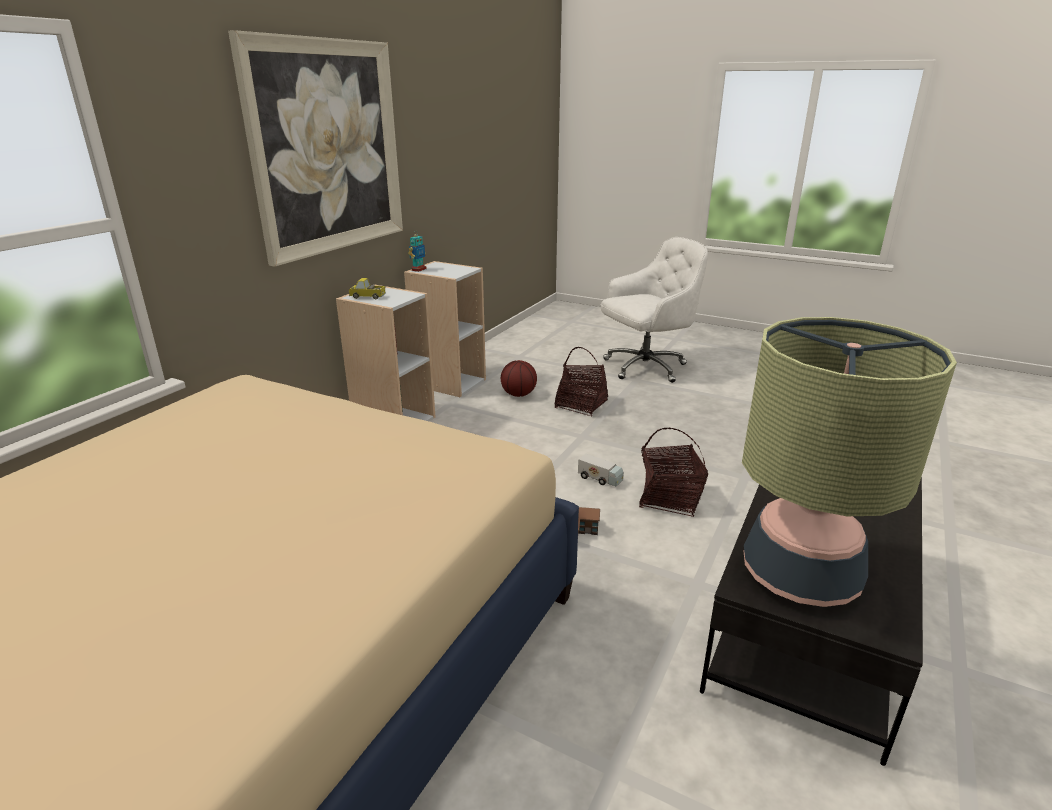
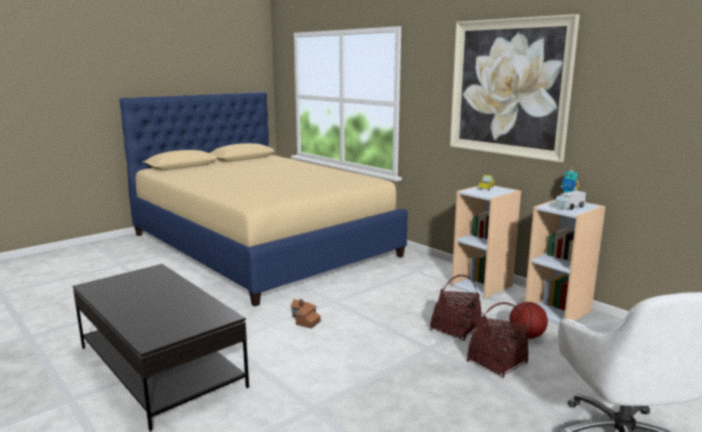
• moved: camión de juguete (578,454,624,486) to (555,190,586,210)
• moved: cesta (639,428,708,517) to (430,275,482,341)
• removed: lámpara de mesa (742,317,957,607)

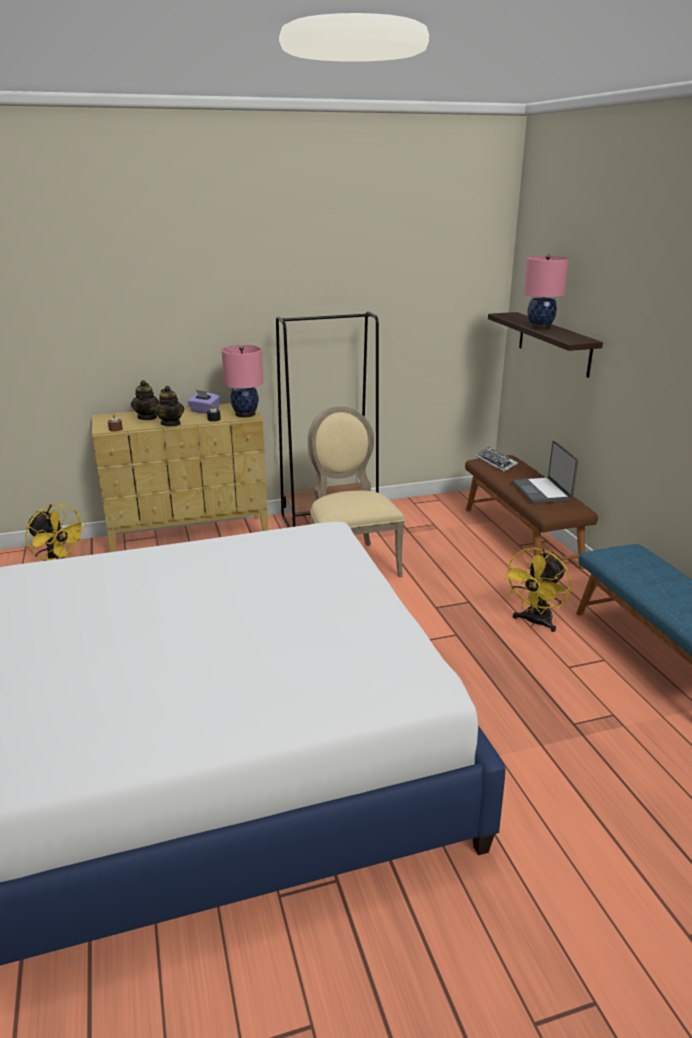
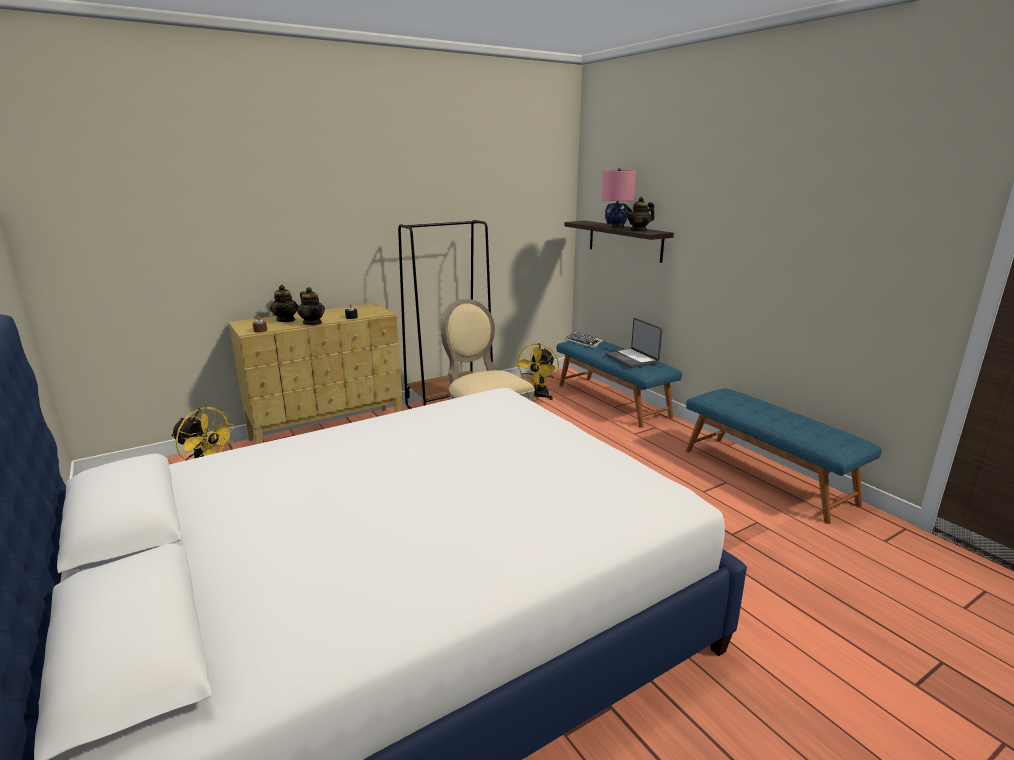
• removed: caja de pañuelos (morado) (187,390,220,414)
• removed: lámpara de mesa (rosa) (221,345,263,417)
• recoloured: banco (marrón) (465,455,598,569) to banco (azul) (557,341,682,428)
• moved: ventilador (amarillo) (502,548,571,632) to (515,343,559,400)
• added: tetera (626,197,655,231)

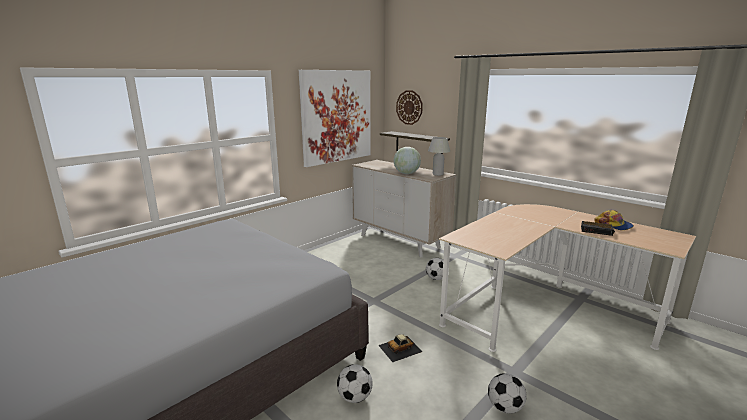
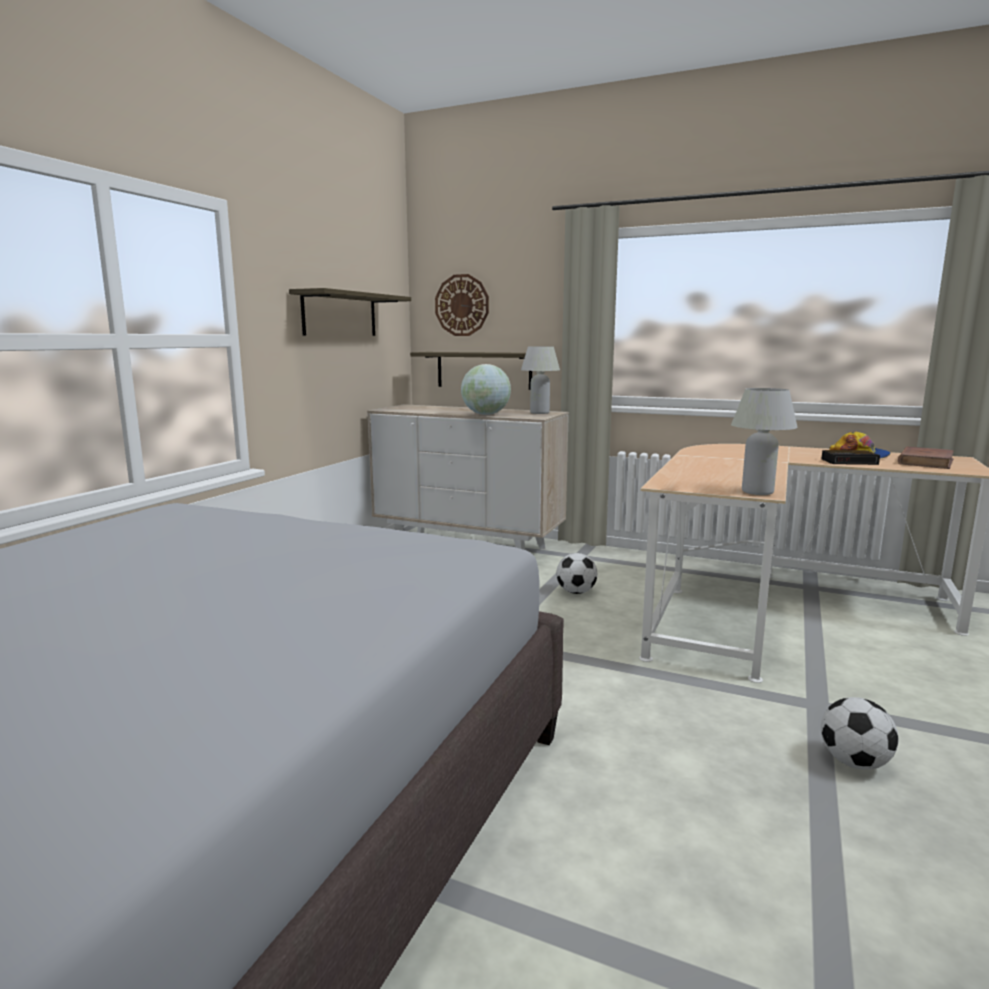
• replaced: cuadro (299,70,371,167) to estante (289,288,411,336)
• removed: balón de fútbol (337,364,373,403)
• removed: coche de juguete (378,334,423,362)
• added: lámpara de mesa (blanco) (731,388,798,495)
• added: libro (marrón) (898,447,954,469)

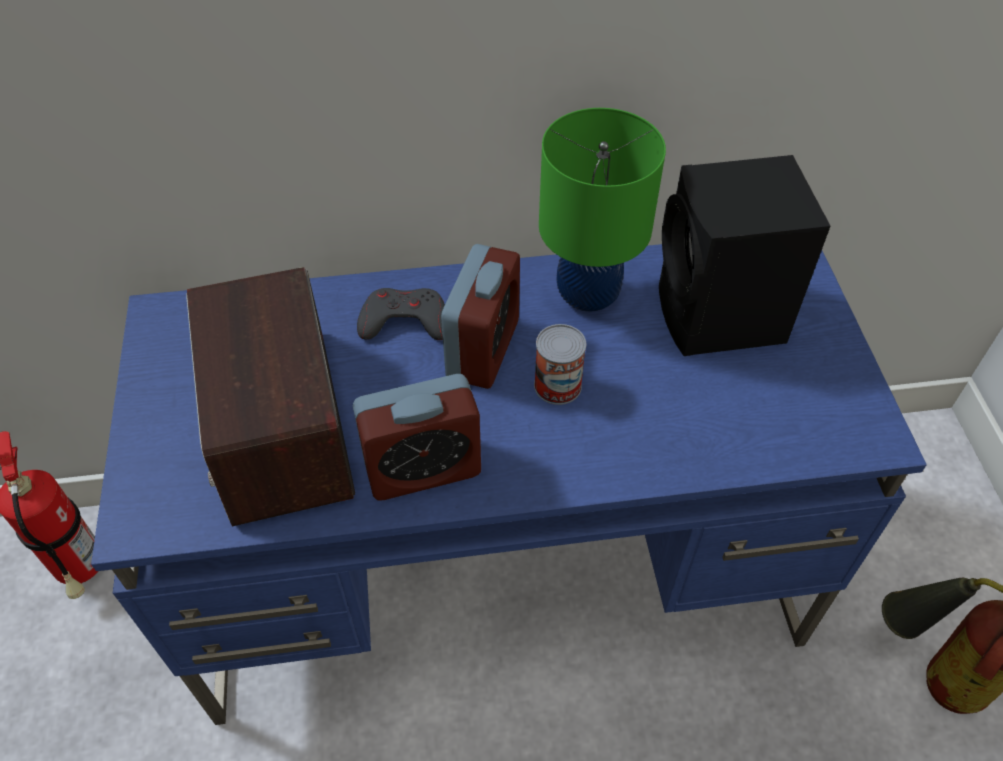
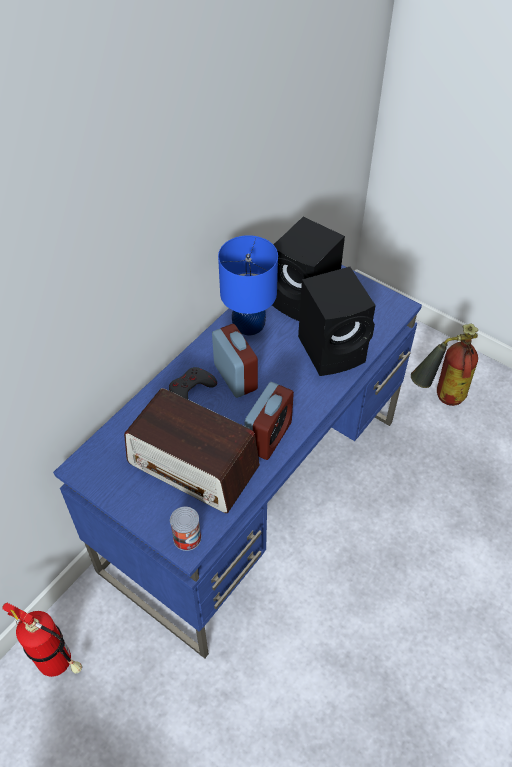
• moved: lata (534,324,586,405) to (170,507,201,551)
• recoloured: lámpara de mesa (verde) (539,108,666,312) to lámpara de mesa (azul) (218,235,278,336)
• added: altavoz (negro) (298,267,376,376)

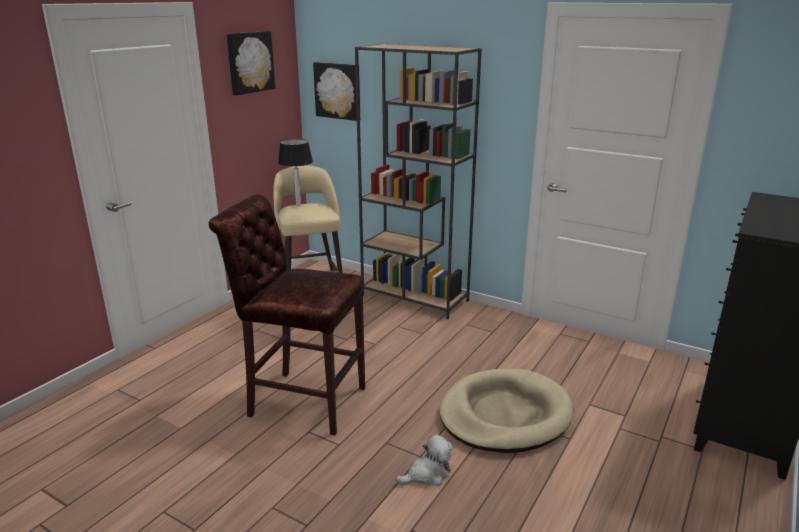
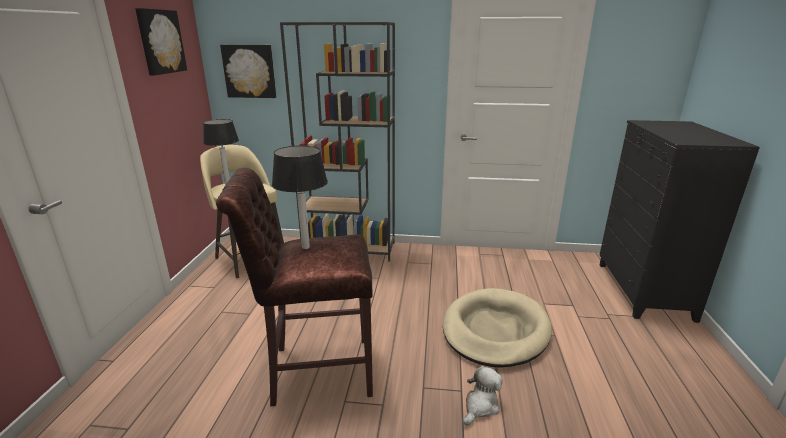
• added: lámpara de mesa (272,146,328,249)

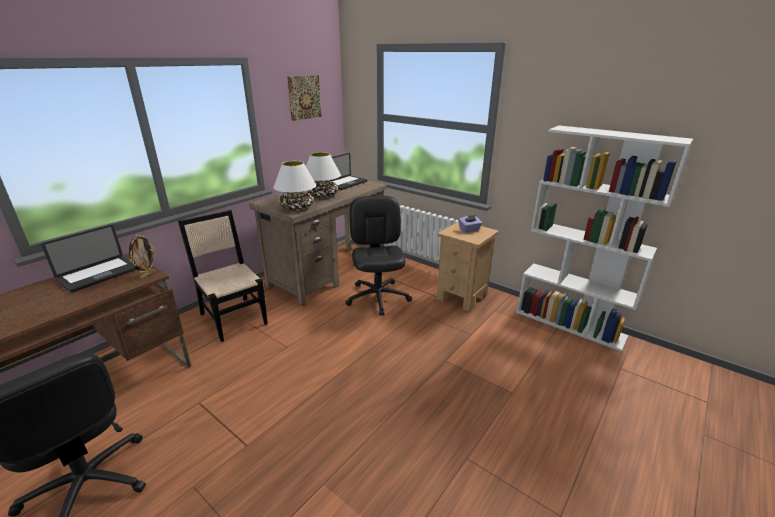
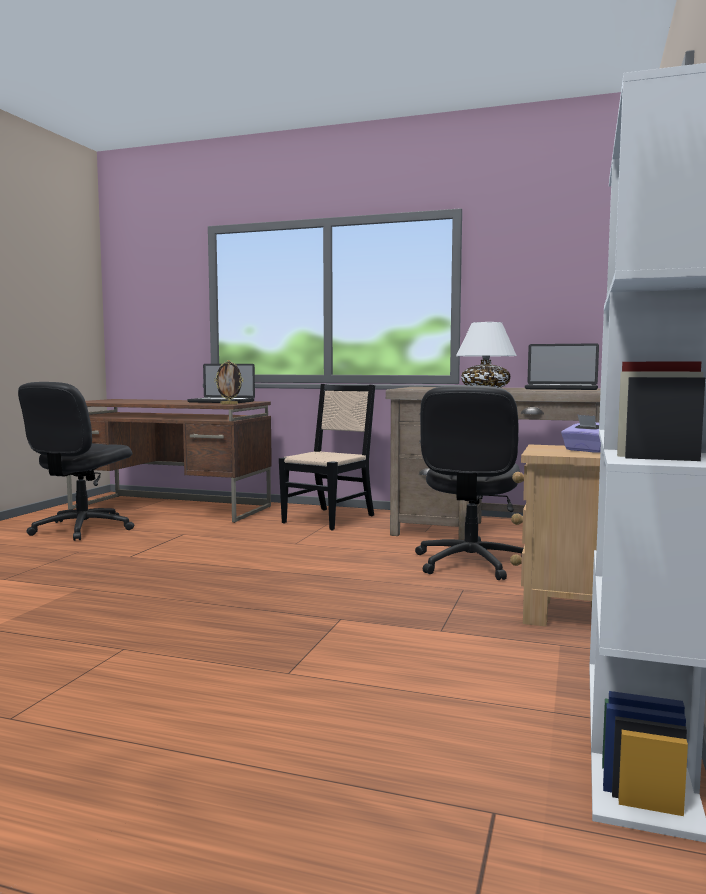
• removed: lámpara de mesa (blanco) (273,161,316,210)
• removed: cuadro (287,75,322,121)
• turned: silla de oficina (negro) (345,195,412,316) = (415,385,523,580) 135 degrees clockwise

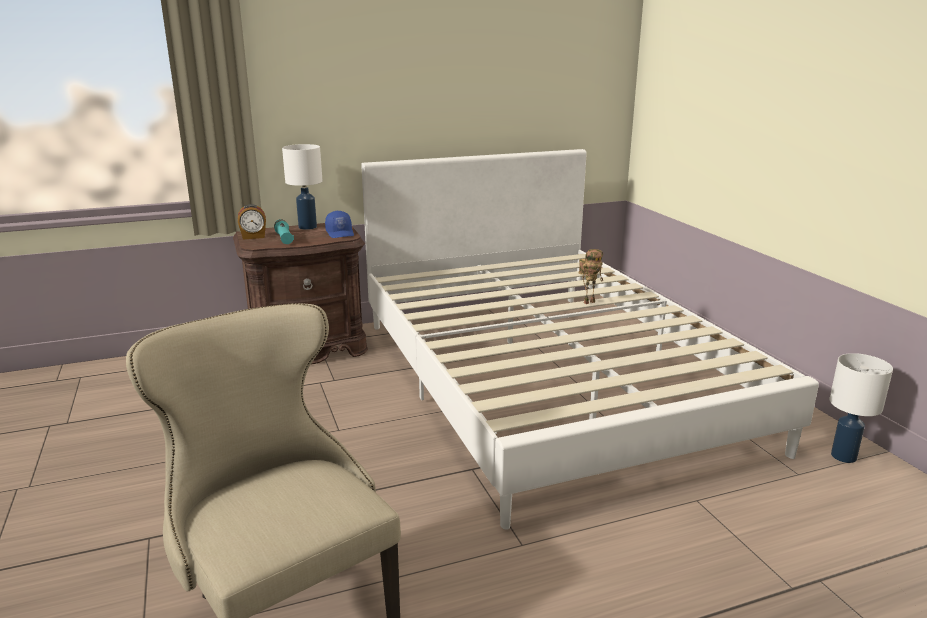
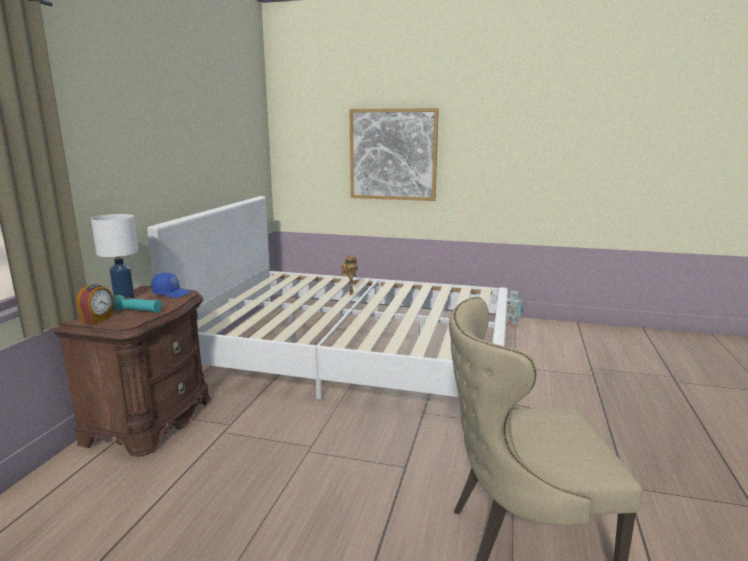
• replaced: lámpara de mesa (blanco) (830,353,893,463) to robot de juguete (506,291,523,328)
• added: cuadro (349,108,439,201)

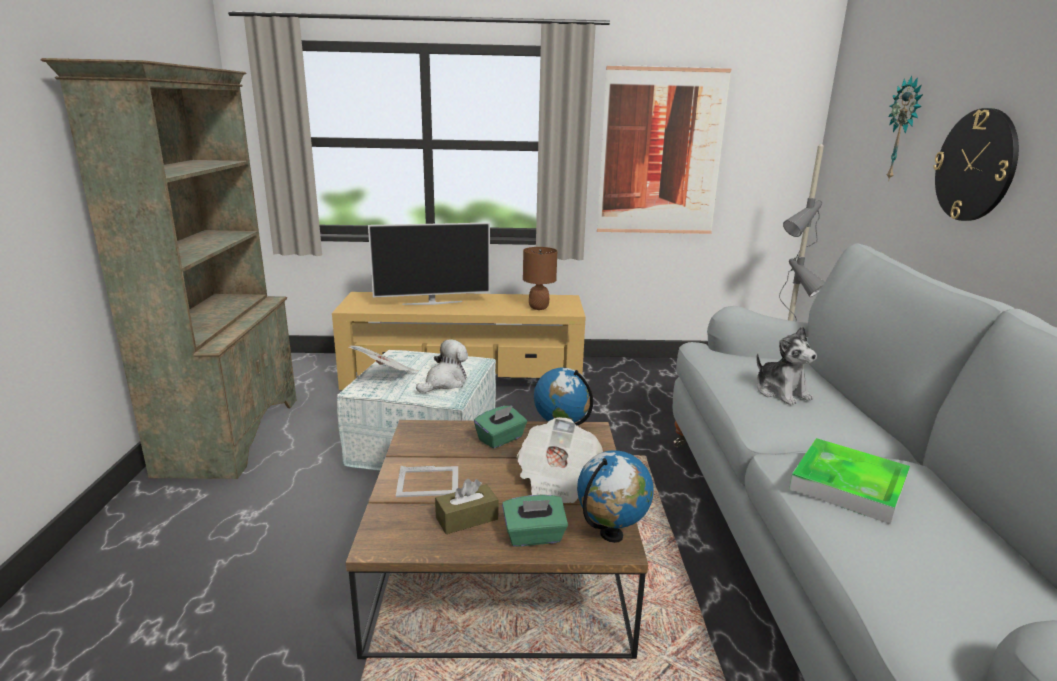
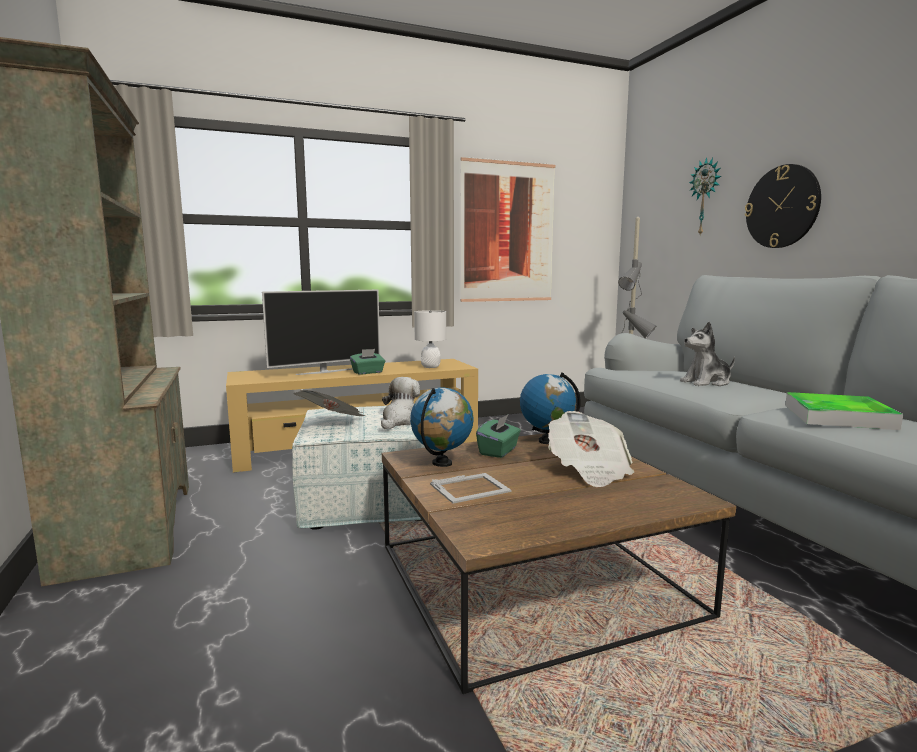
• removed: caja de pañuelos (marrón) (435,479,498,534)
• moved: caja de pañuelos (verde) (502,495,568,547) to (350,349,385,374)
• recoloured: lámpara de mesa (marrón) (523,247,557,310) to lámpara de mesa (blanco) (414,310,446,368)
• moved: globo terráqueo (577,450,654,543) to (410,387,473,467)
• turned: peluche (757,326,817,405) = (680,321,735,386) 120 degrees clockwise

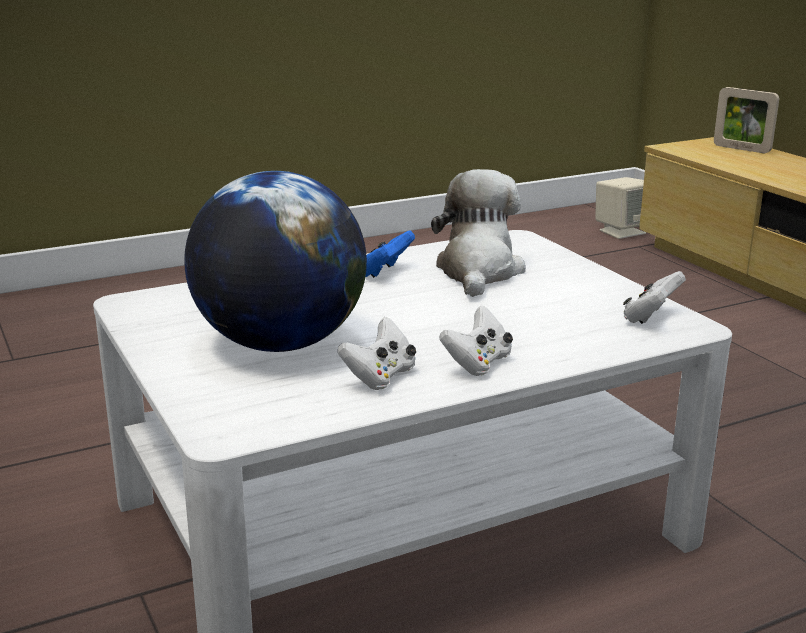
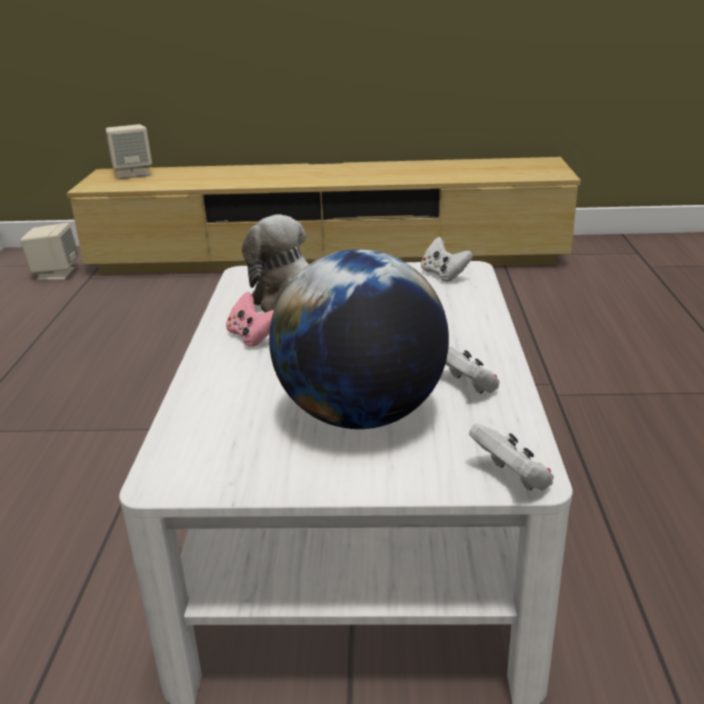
• recoloured: mando de consola (azul) (365,230,415,278) to mando de consola (rosa) (226,292,274,347)
• moved: mando de consola (blanco) (439,305,513,376) to (469,424,554,491)
• replaced: portarretratos (714,87,779,153) to altavoz (beis) (106,124,152,179)

